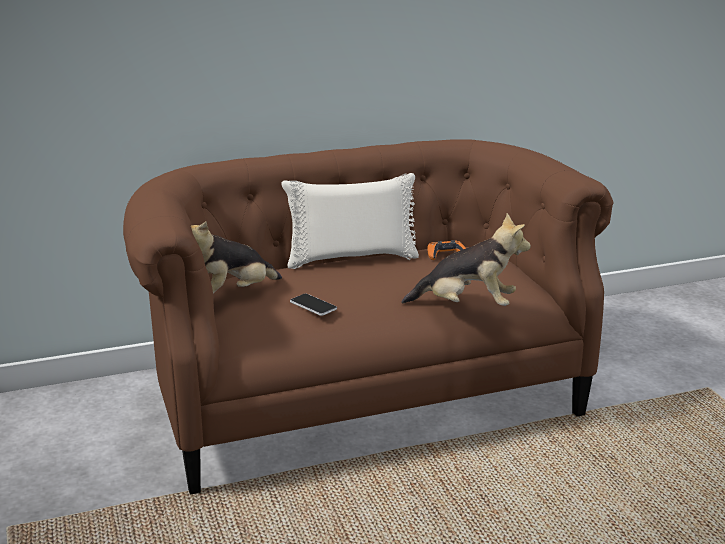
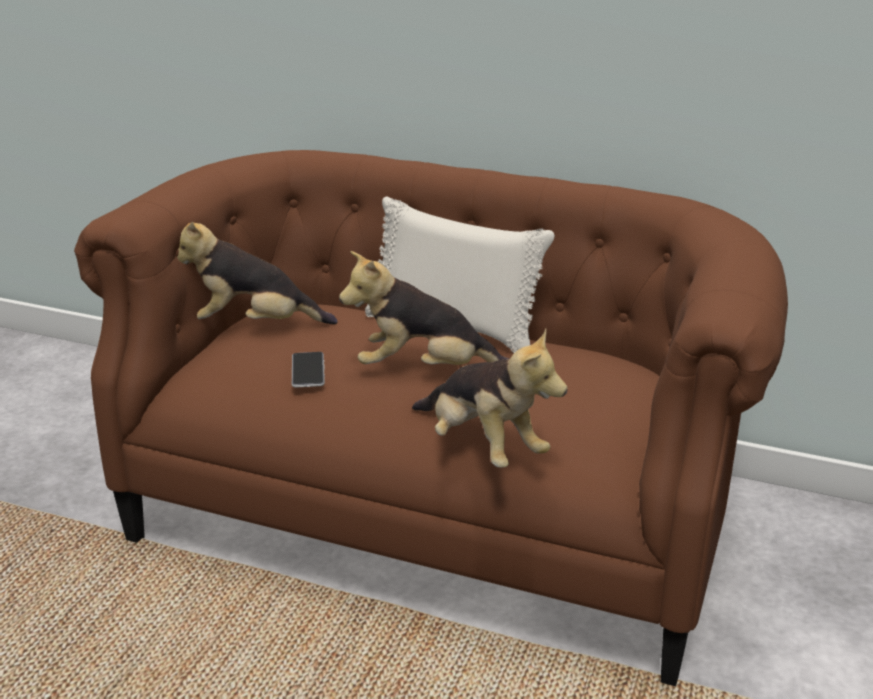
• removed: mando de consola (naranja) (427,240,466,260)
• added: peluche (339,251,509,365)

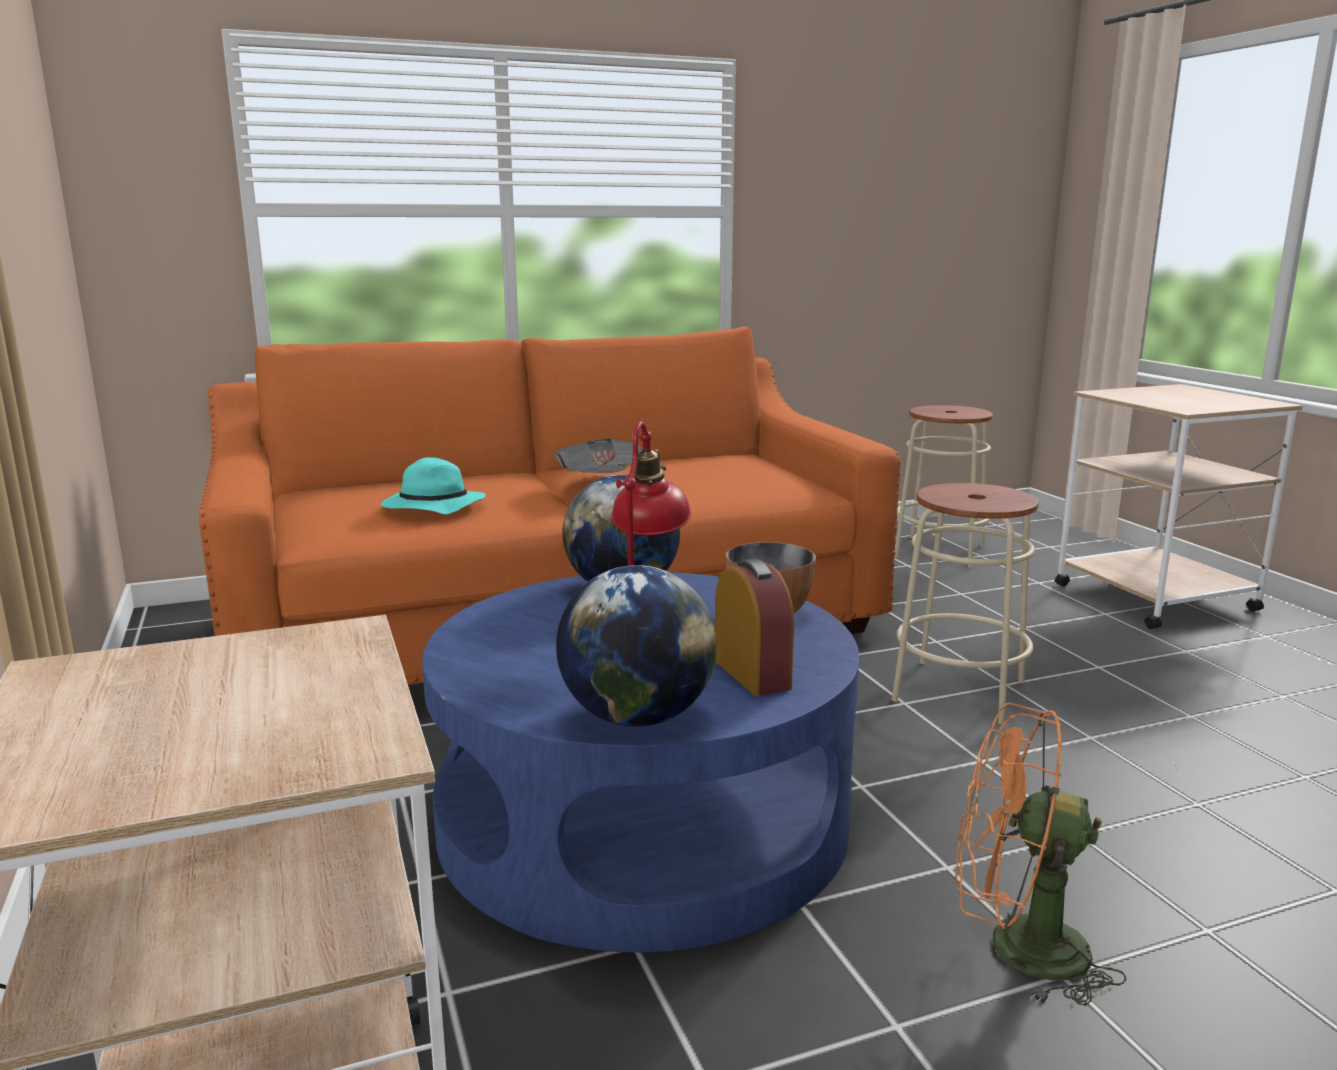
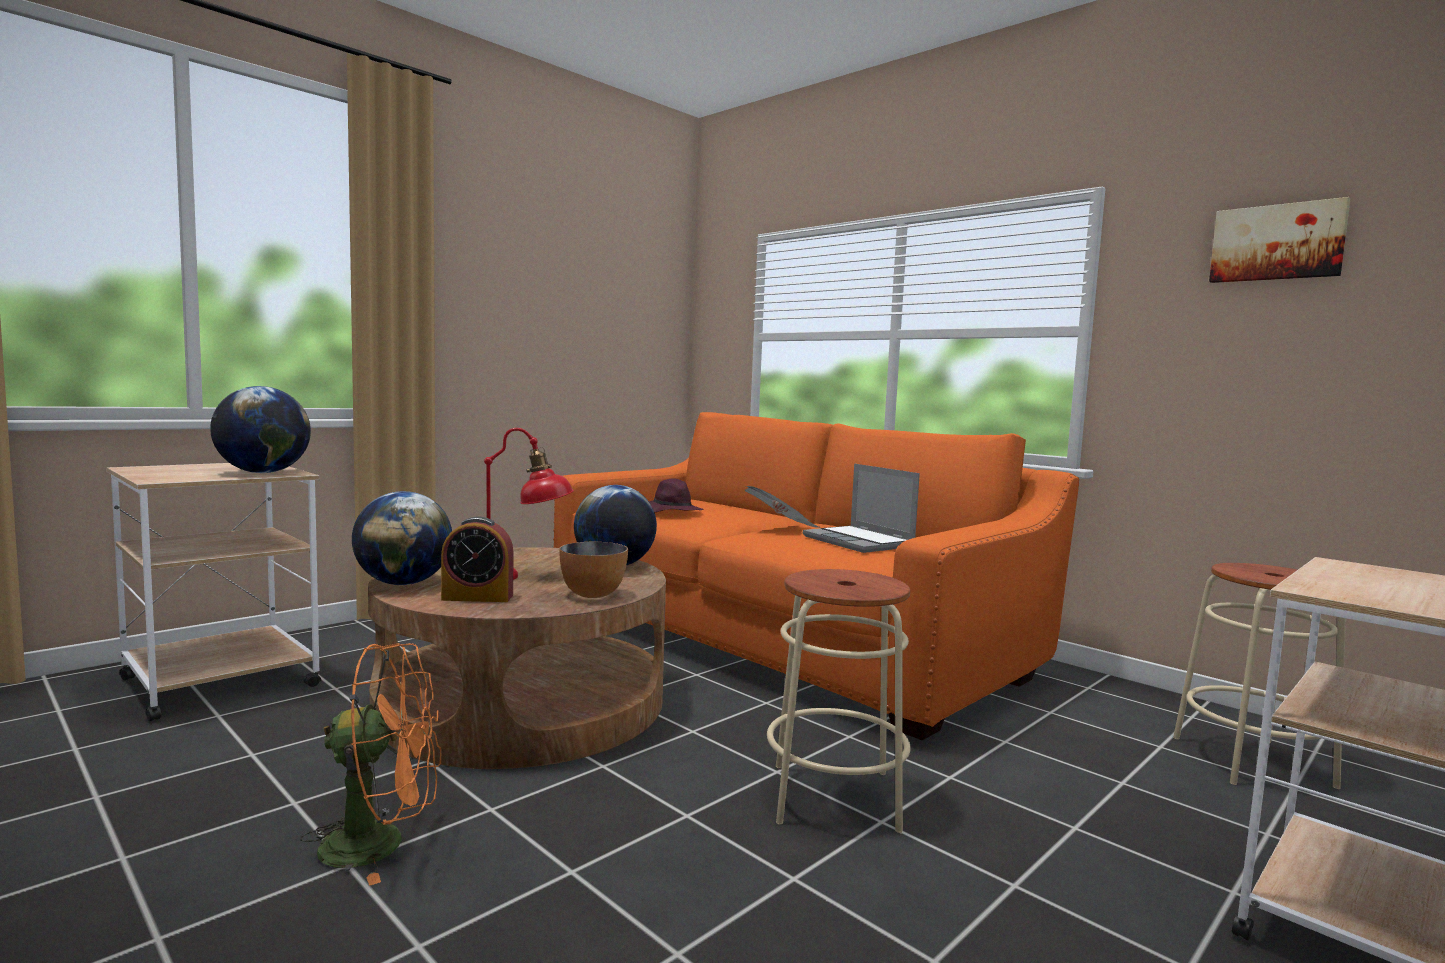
• recoloured: sombrero (turquesa) (381,457,486,514) to sombrero (morado) (649,478,704,512)
• recoloured: mesa de centro (azul) (422,572,859,952) to mesa de centro (marrón) (368,547,666,769)
• turned: despertador (715,559,794,696) = (441,516,514,602) 45 degrees clockwise
• turned: ventilador (naranja) (955,703,1126,1006) = (300,643,441,886) 90 degrees clockwise
• added: globo terráqueo (210,386,311,473)
• added: portátil (803,464,920,553)
• added: cuadro (1209,197,1350,283)

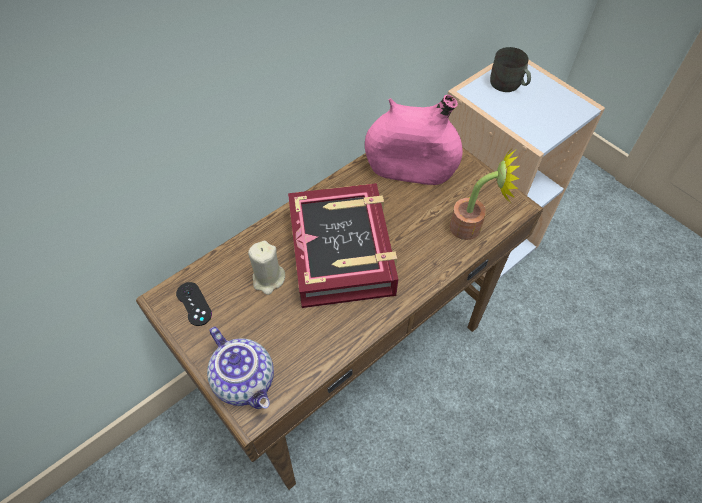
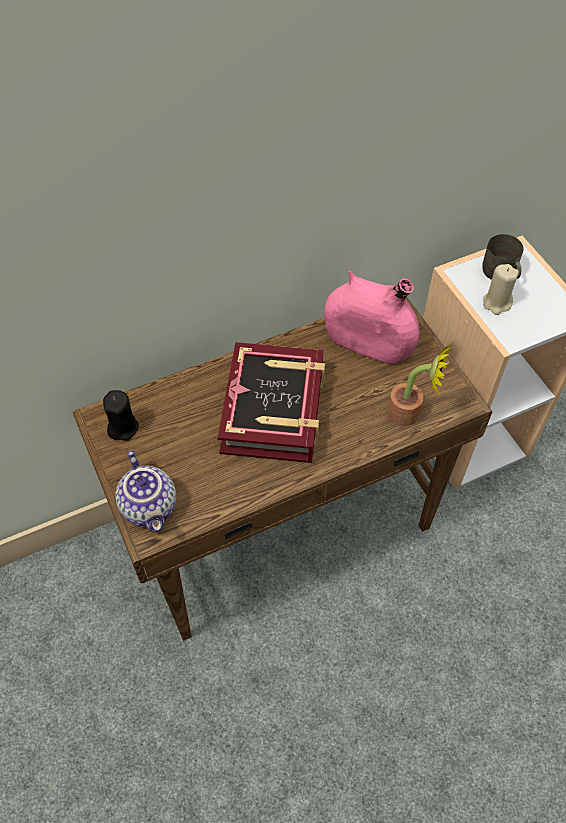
• replaced: mando de consola (negro) (176,282,212,326) to vela (negro) (103,390,139,441)
• moved: vela (beis) (248,241,285,295) to (483,264,519,315)

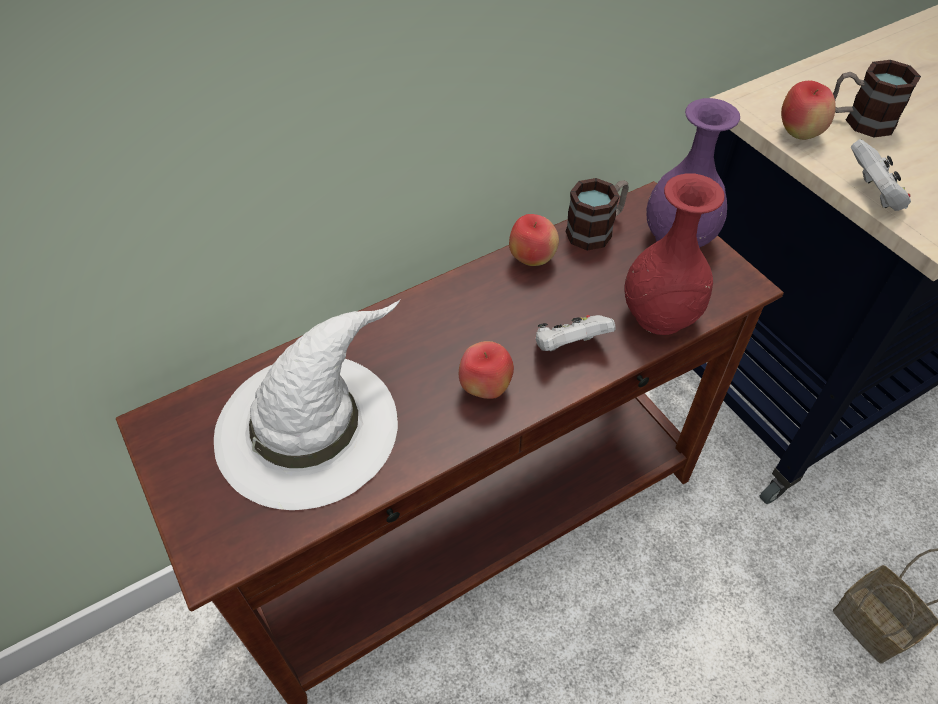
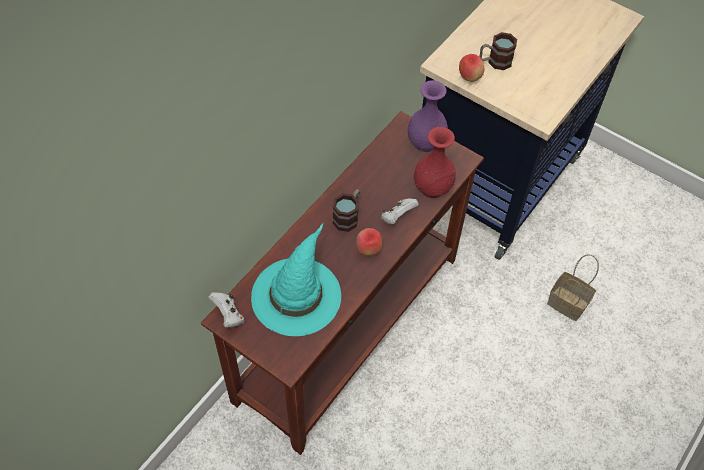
• recoloured: sombrero (blanco) (214,300,400,510) to sombrero (turquesa) (251,223,341,336)
• removed: manzana (509,214,559,266)
• moved: taza grande (565,178,629,250) to (333,189,360,232)
• moved: mando de consola (blanco) (851,140,911,211) to (208,292,244,327)

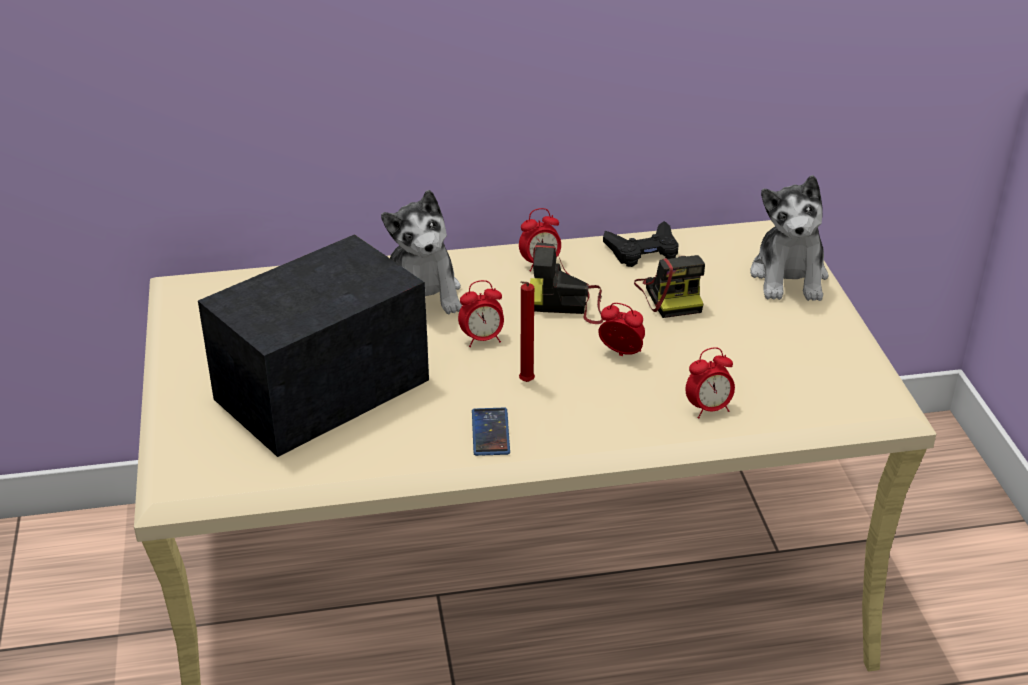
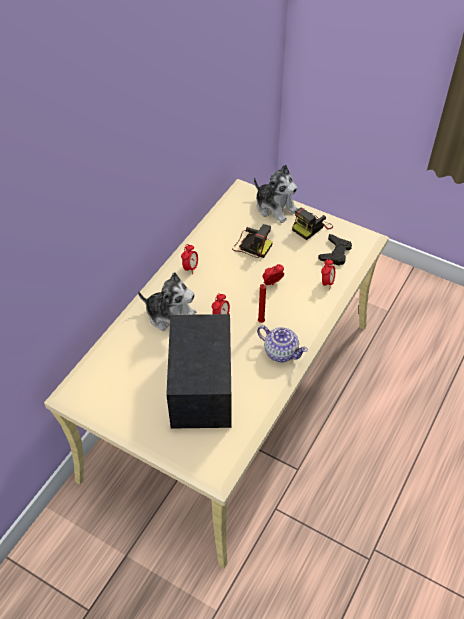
• replaced: móvil (472,408,510,456) to tetera (257,326,308,362)
• moved: cámara (530,243,604,324) to (292,208,333,240)
• moved: mando de consola (negro) (603,221,679,267) to (318,234,352,266)

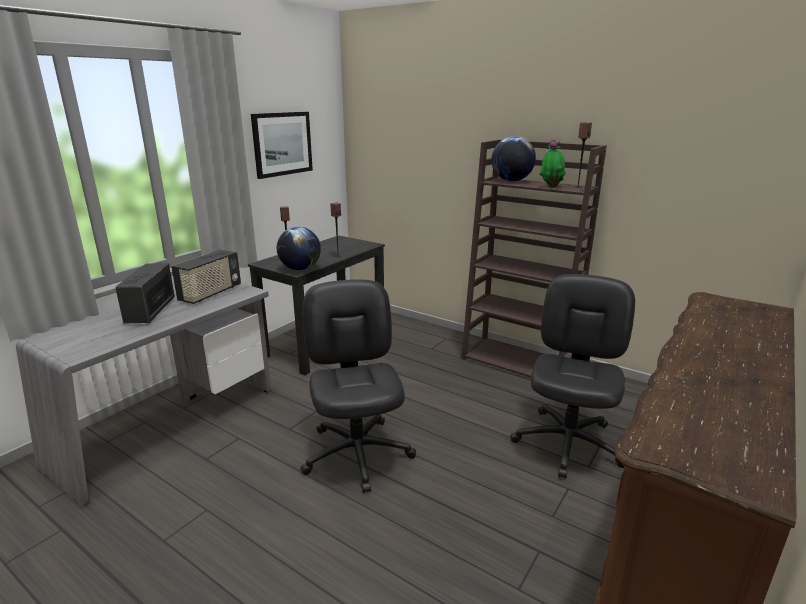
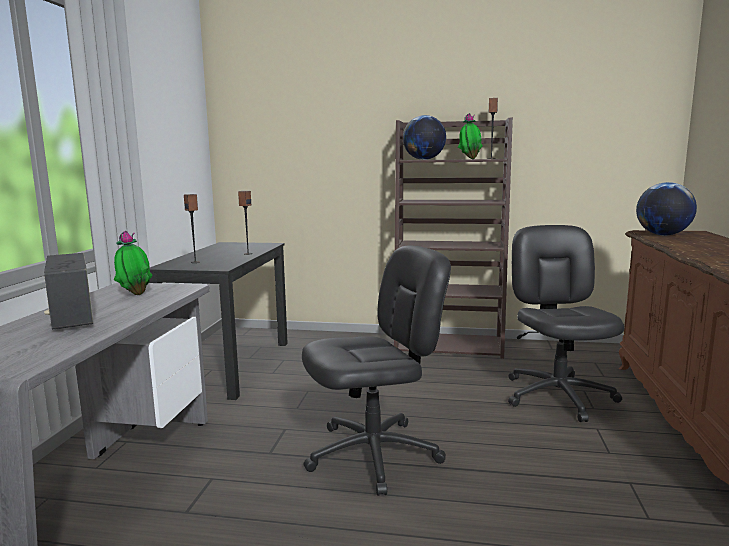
• replaced: radio (171,250,241,304) to planta en maceta (114,231,152,295)
• removed: cuadro (251,112,313,179)
• moved: globo terráqueo (277,227,321,270) to (636,182,697,235)
• turned: silla de oficina (negro) (301,279,416,493) = (302,246,451,496) 105 degrees clockwise

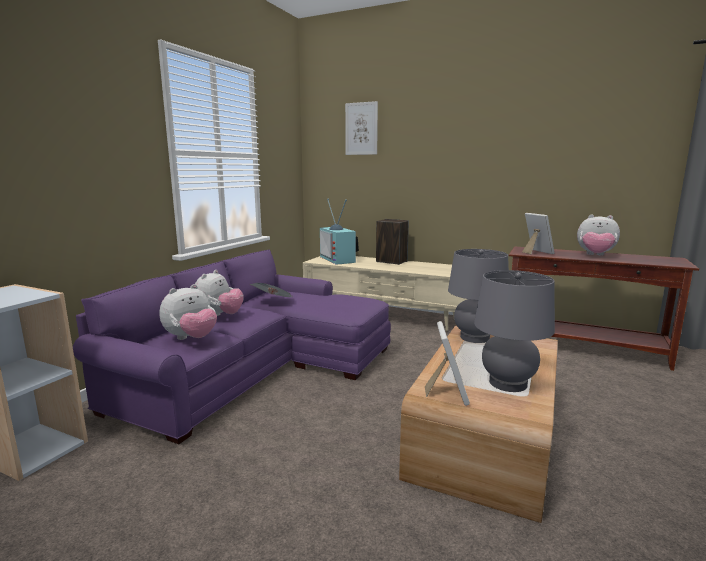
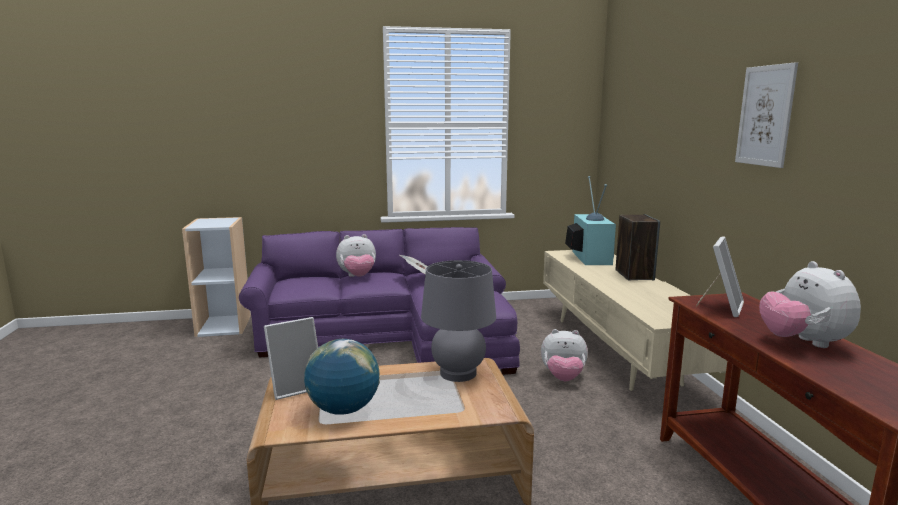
• moved: peluche (159,284,217,340) to (541,329,588,381)
• turned: televisor (320,199,359,265) = (565,176,616,265) 150 degrees clockwise
• moved: cuadro (345,101,378,155) to (735,62,798,168)
• replaced: lámpara de mesa (gris) (474,270,555,392) to globo terráqueo (304,339,380,415)

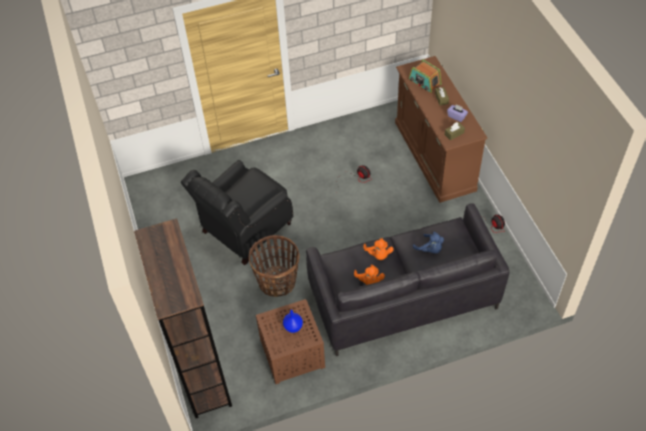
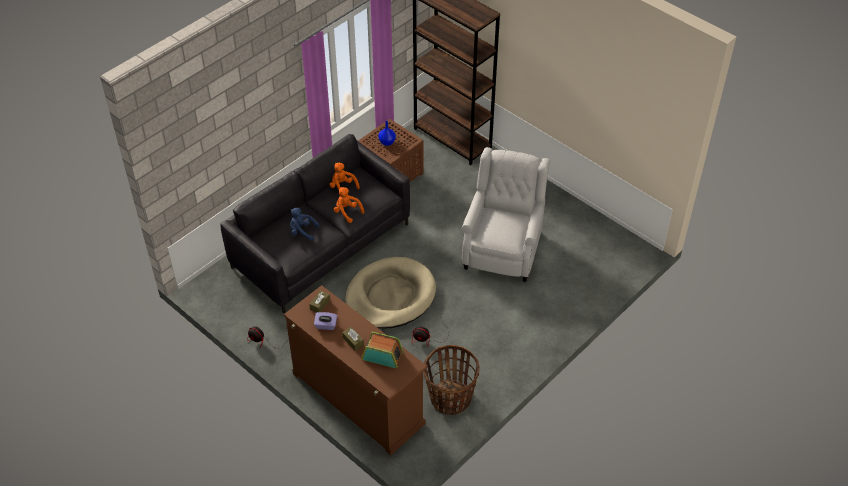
• recoloured: sillón (negro) (181,160,293,265) to sillón (blanco) (462,147,550,282)
• moved: cesta (249,235,299,297) to (424,345,479,415)
• added: cama para perro (beis) (345,257,436,329)

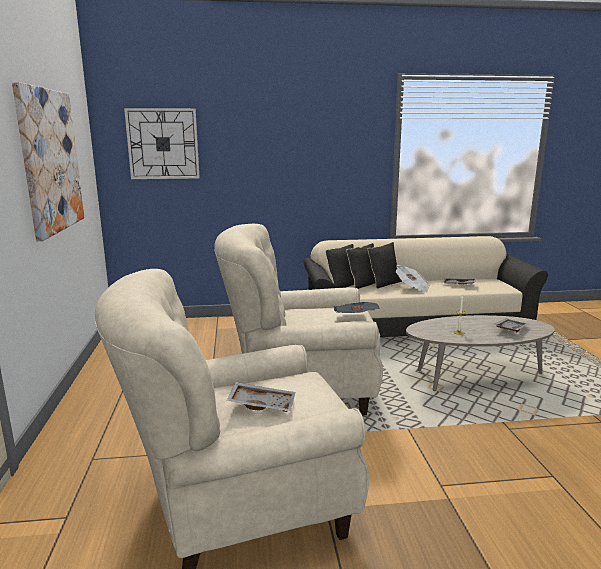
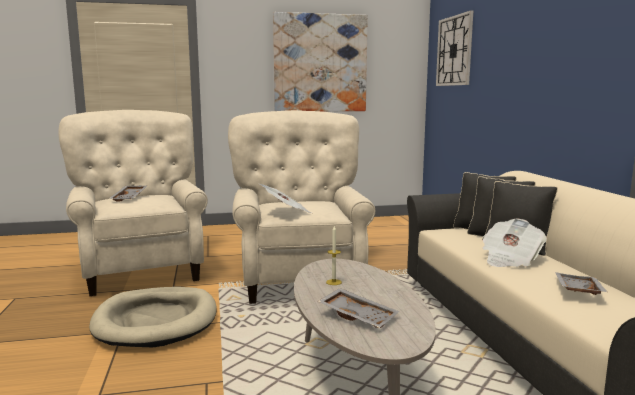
• added: cama para perro (beis) (89,287,217,347)

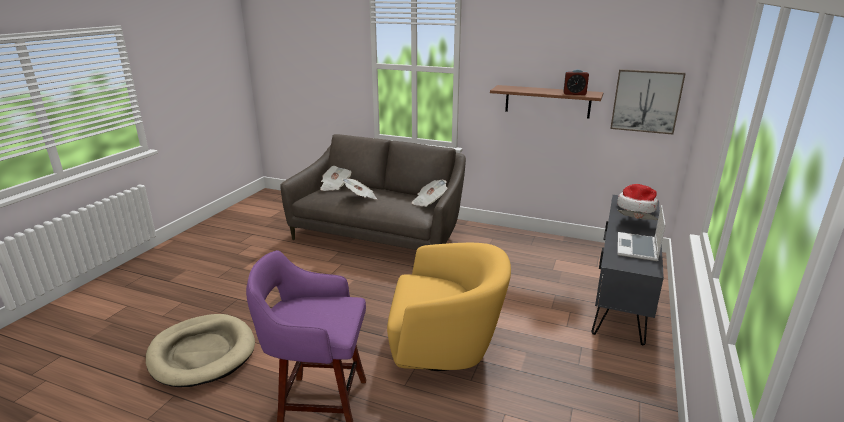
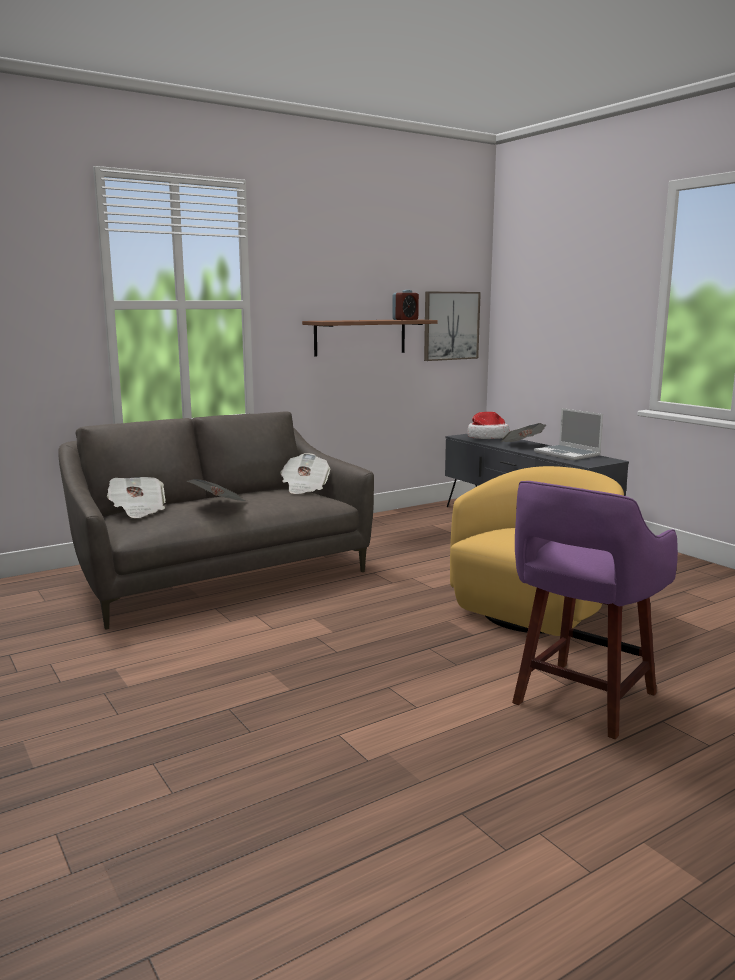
• removed: cama para perro (beis) (146,314,255,387)

